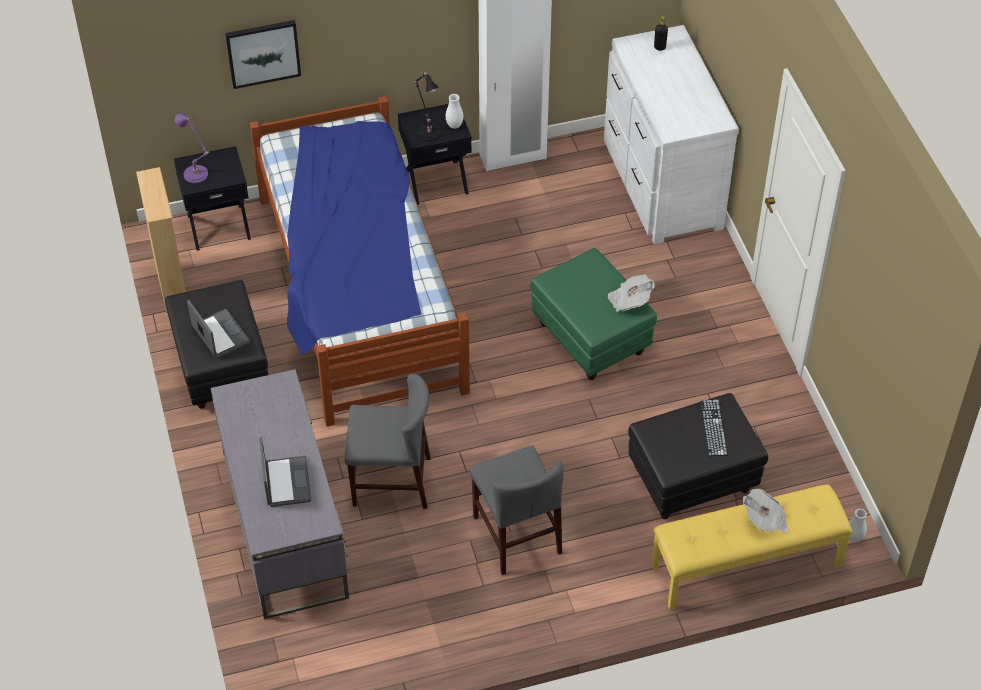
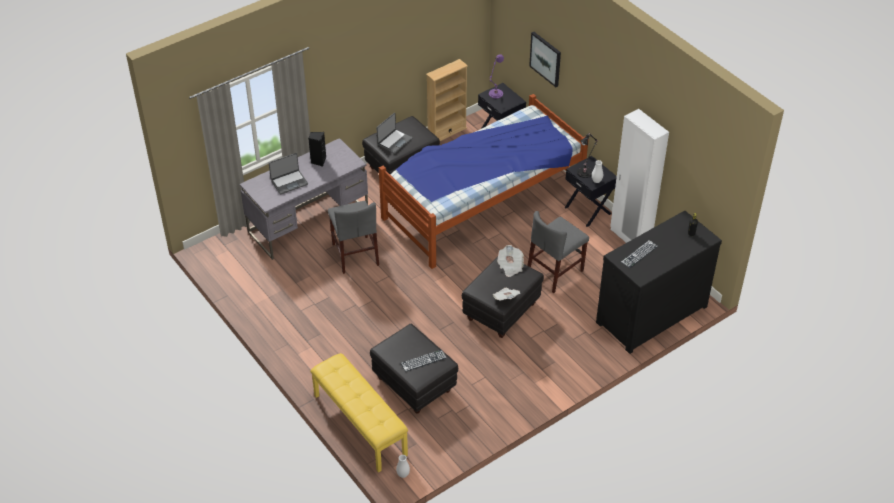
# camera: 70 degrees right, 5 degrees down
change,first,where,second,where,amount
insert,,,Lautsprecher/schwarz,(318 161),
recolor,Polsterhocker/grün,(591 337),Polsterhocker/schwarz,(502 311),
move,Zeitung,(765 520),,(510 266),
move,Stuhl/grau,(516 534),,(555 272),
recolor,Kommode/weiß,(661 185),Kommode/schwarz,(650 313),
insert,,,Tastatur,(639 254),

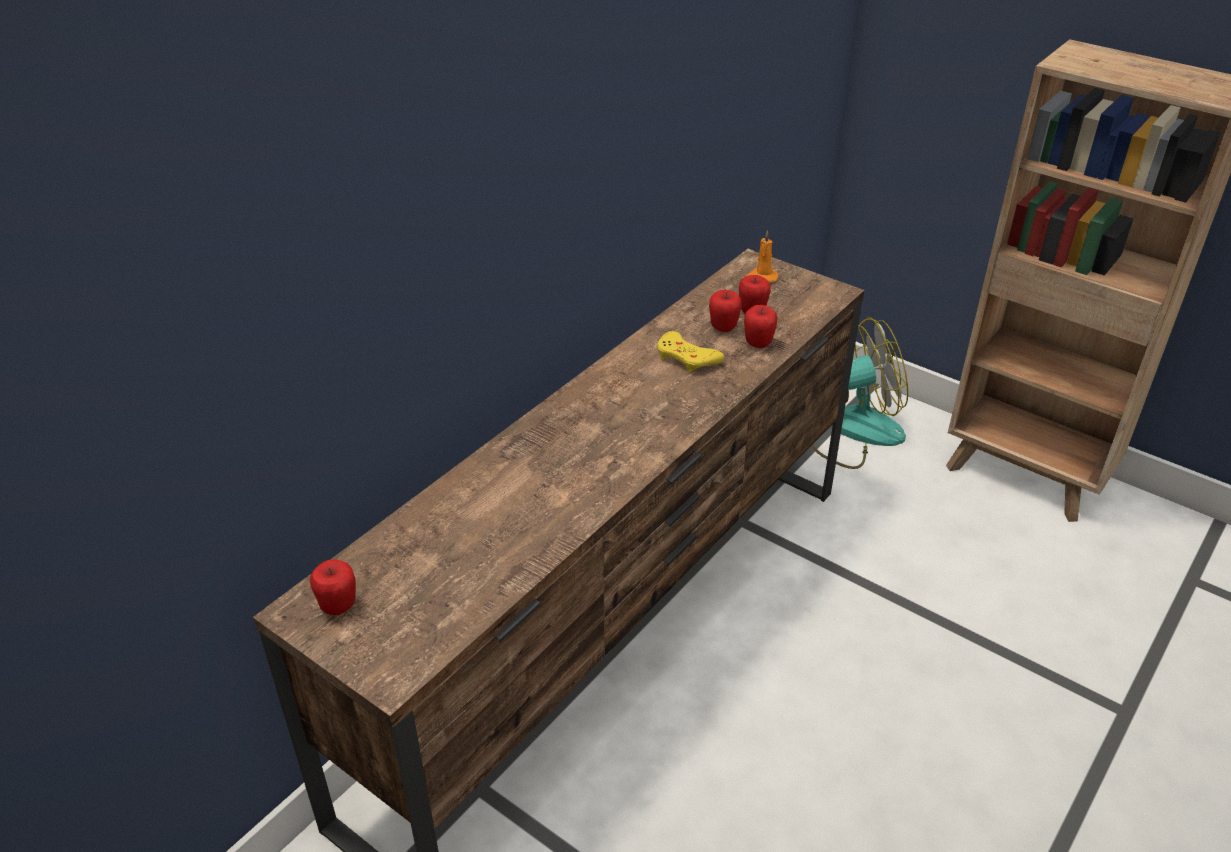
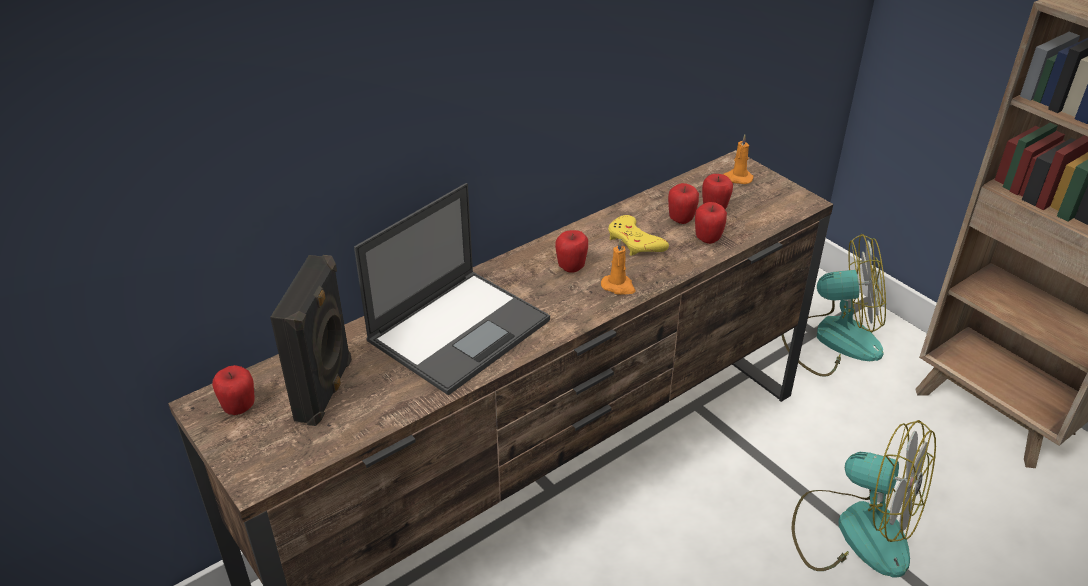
# camera: 15 degrees right, 0 degrees up
change,first,where,second,where,amount
insert,,,Lautsprecher/schwarz,(326 390),
insert,,,Laptop,(460 329),
insert,,,Apfel,(571 267),
insert,,,Kerze/orange,(618 286),
insert,,,Ventilator,(854 530),

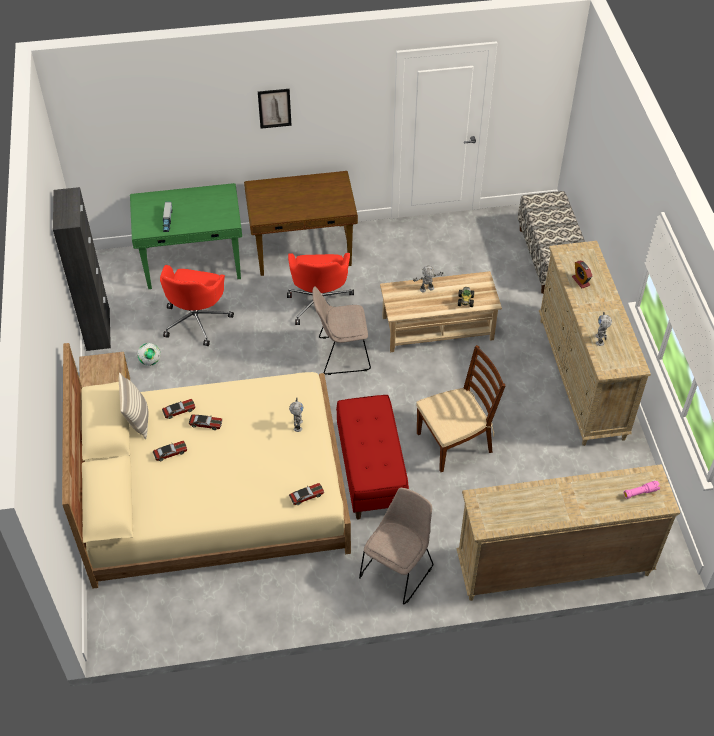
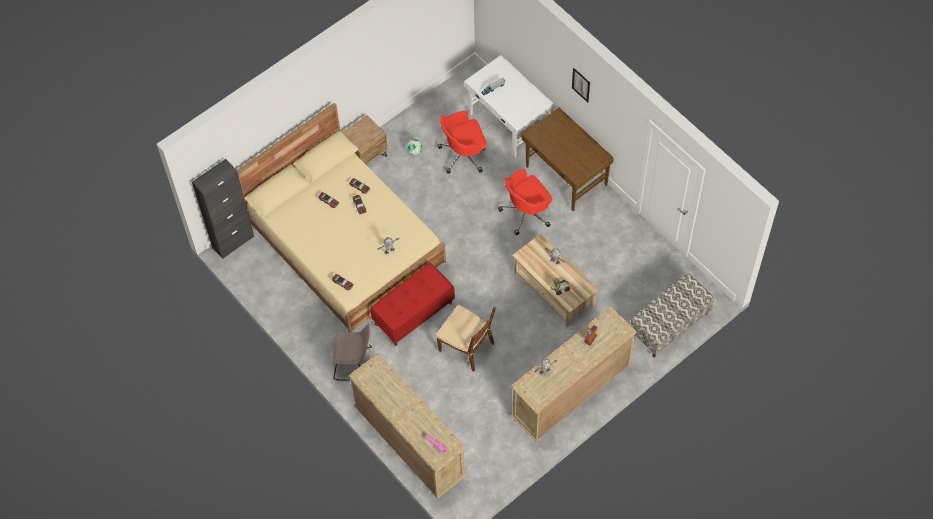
# camera: 60 degrees right, 10 degrees up
change,first,where,second,where,amount
move,Schrank/schwarz,(98 329),,(233 242),
recolor,Schreibtisch/grün,(193 263),Schreibtisch/weiß,(508 123),
delete,Kissen,(137 420),,,
delete,Stuhl/beige,(341 354),,,

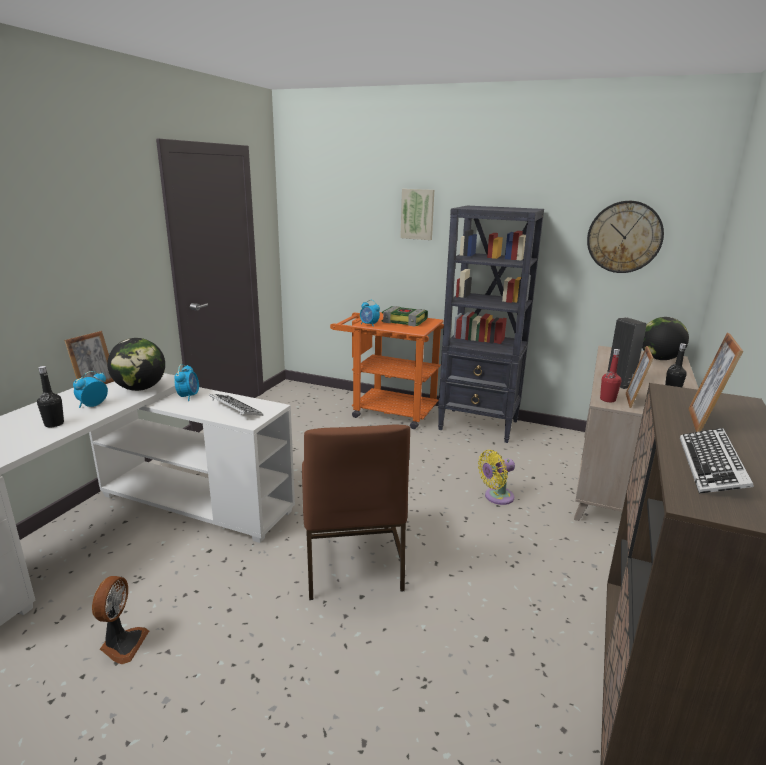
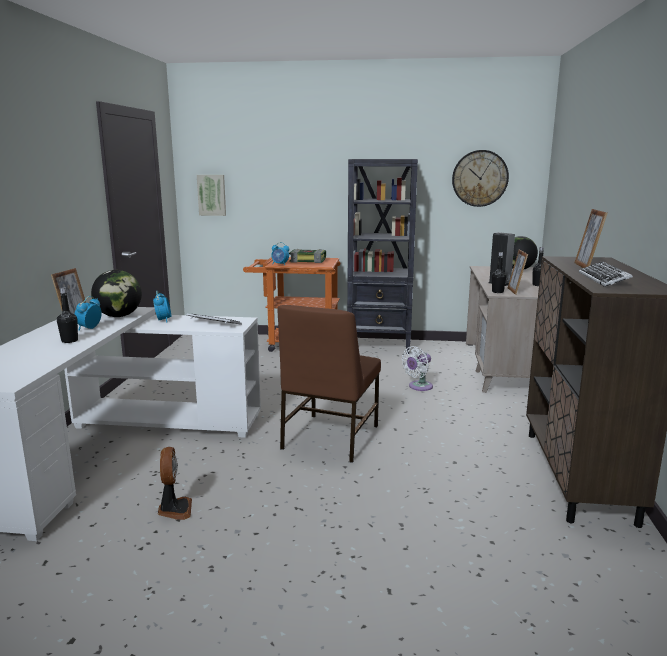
# camera: 15 degrees left, 5 degrees down
change,first,where,second,where,amount
move,Bild,(417 214),,(212 195),
rotate,Stuhl/braun,(351 562),,(329 438),45 degrees clockwise
recolor,Ventilator/gelb,(496 497),Ventilator/weiß,(418 387),
recolor,Flasche/rot,(607 399),Flasche/schwarz,(497 292),

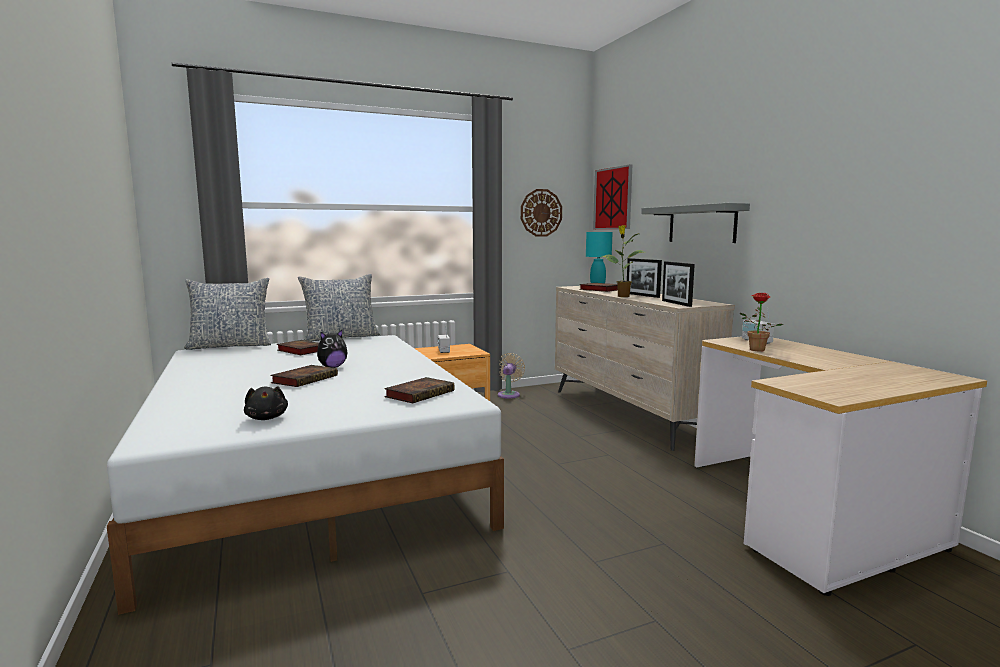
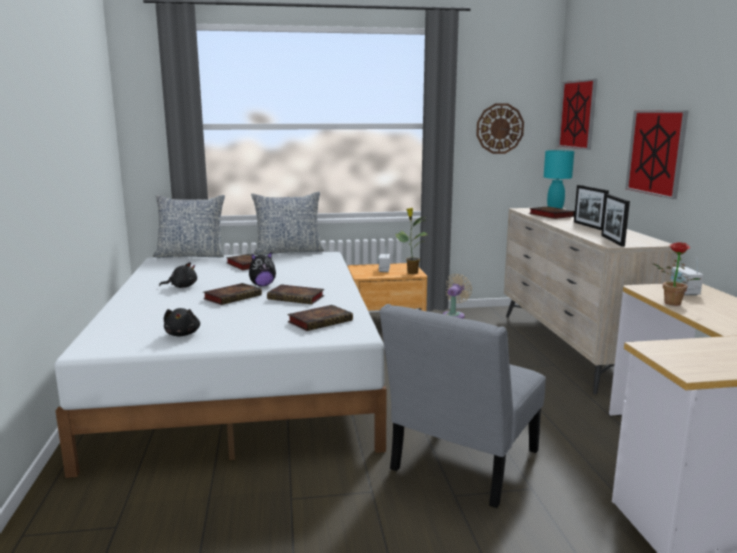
# camera: 15 degrees right, 5 degrees up
change,first,where,second,where,amount
insert,,,Plüschtier/schwarz,(182 287),
insert,,,Buch,(297 298),
insert,,,Stuhl/grau,(461 464),
move,Topfpflanze,(622 296),,(411 272),
replace,Wandregal/grau,(701 224),Bild,(656 152),

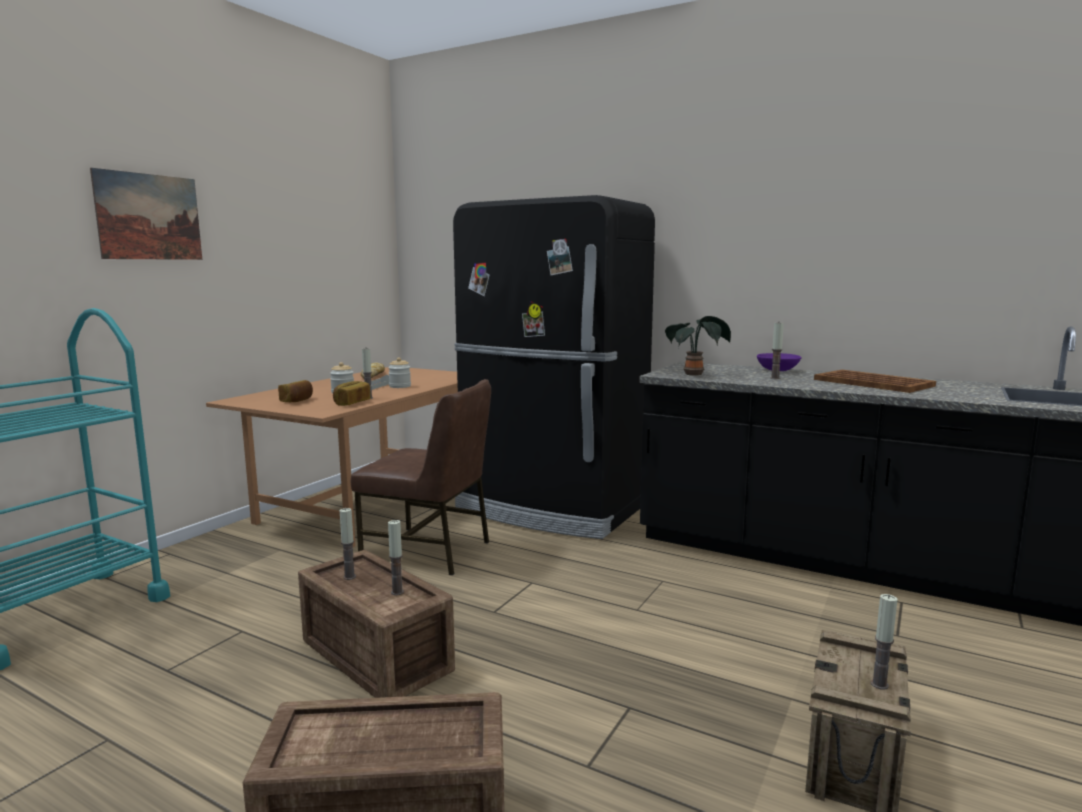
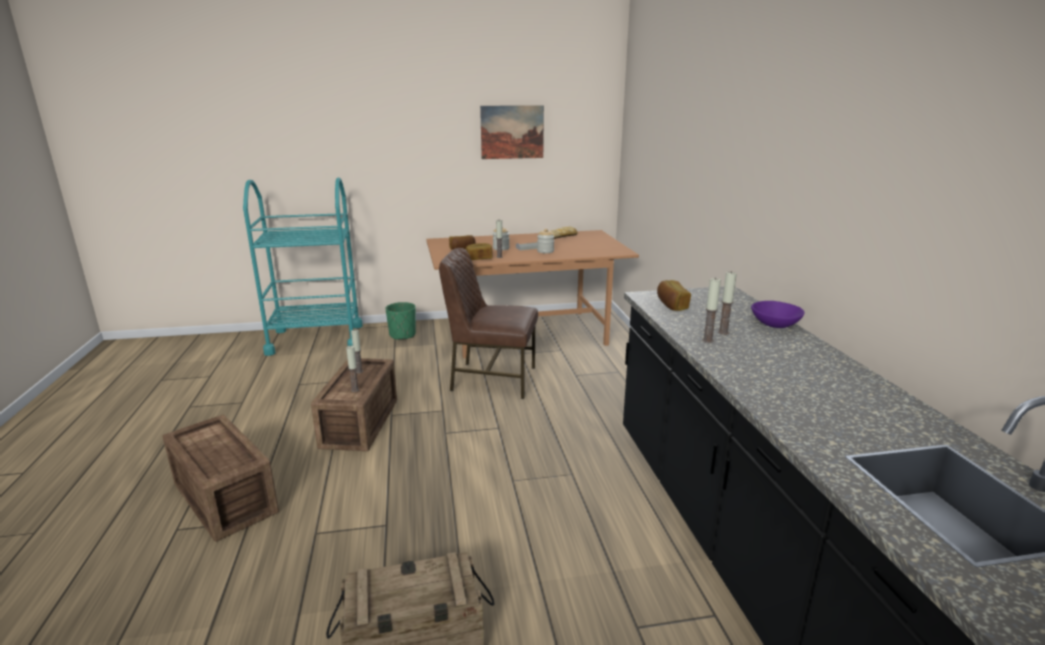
# camera: 50 degrees right, 10 degrees up
change,first,where,second,where,amount
insert,,,Pflanzkübel/grün,(402 335),
rotate,Stuhl/braun,(429 551),,(492 379),120 degrees clockwise
move,Bild,(149 217),,(512 132),
replace,Topfpflanze,(695 375),Brot,(671 305),
move,Kerze,(879 684),,(707 340),
delete,Kühlschrank/schwarz,(551 508),,,
delete,Tablett/braun,(872 382),,,

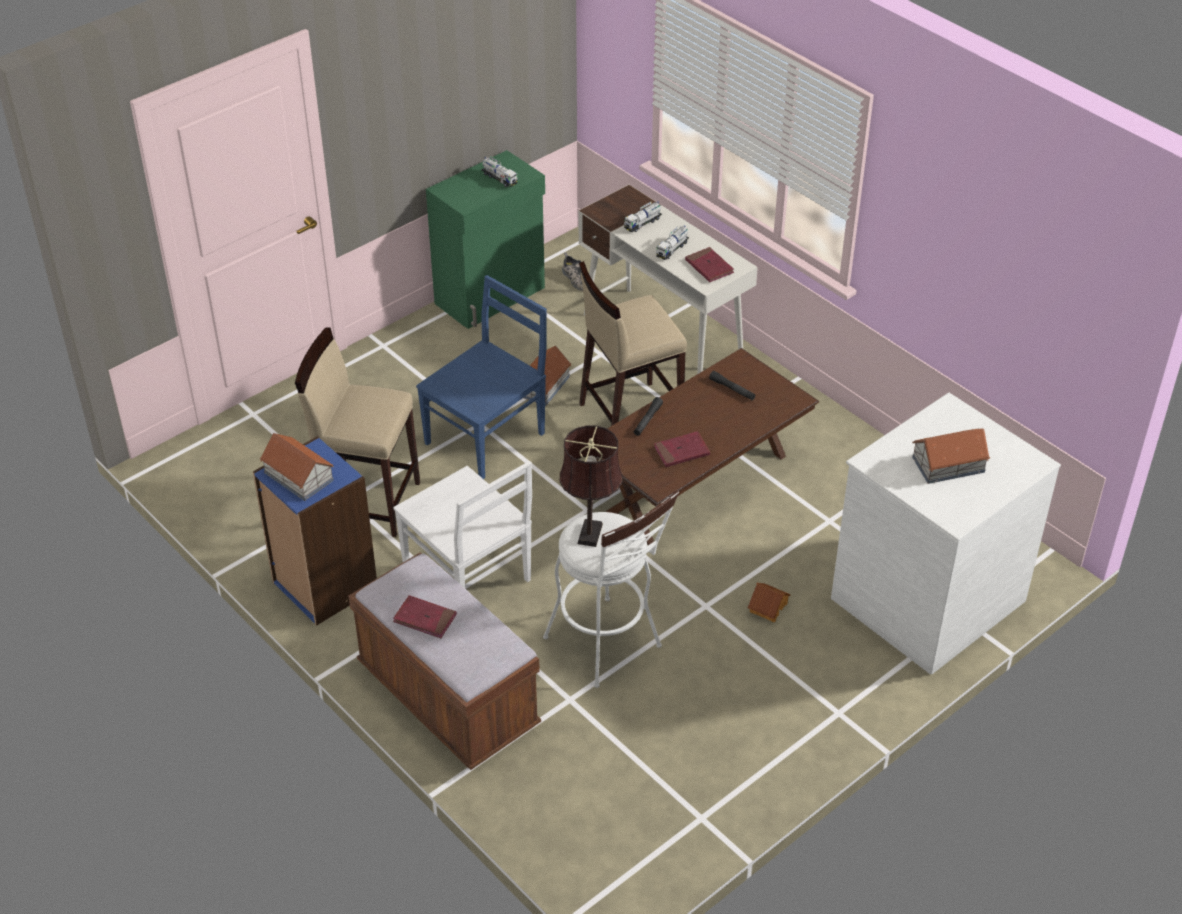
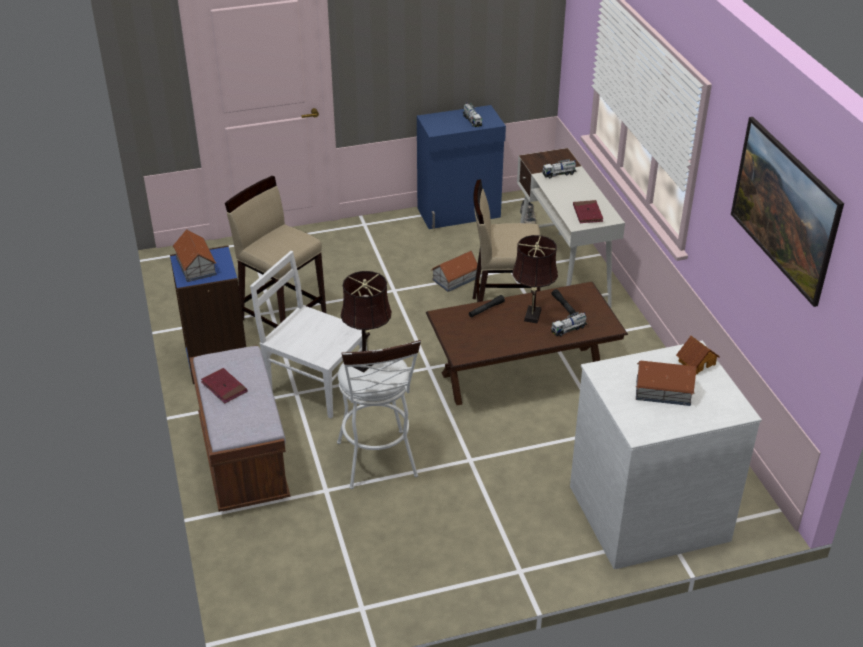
# camera: 25 degrees right, 5 degrees down
change,first,where,second,where,amount
rotate,Stuhl/weiß,(468 575),,(315 384),135 degrees clockwise
recolor,Schrank/grün,(491 296),Schrank/blau,(459 213),
insert,,,Tischlampe/braun,(532 317),
move,Spielzeuglaster,(672 249),,(568 329),
move,Spielzeughaus,(768 607),,(696 362),
insert,,,Bild,(779 233),
delete,Stuhl/blau,(487 437),,,
delete,Buch/rot,(681 451),,,

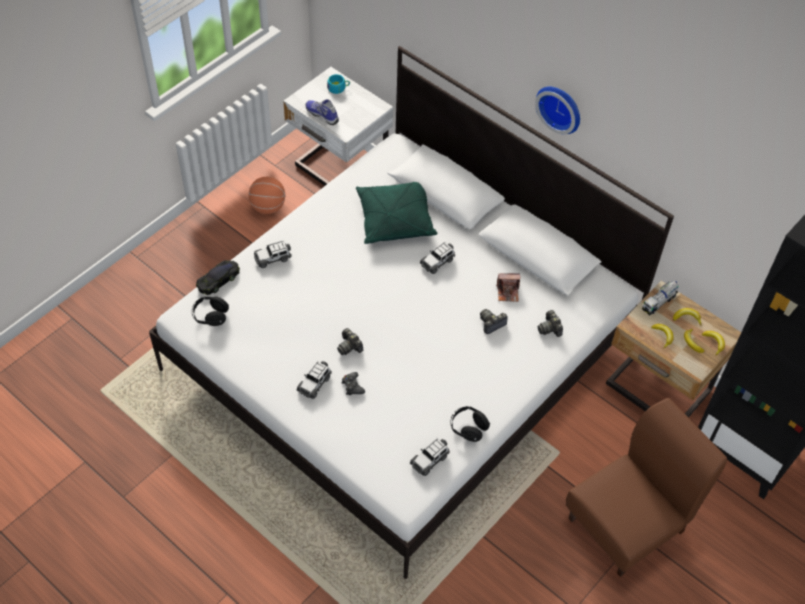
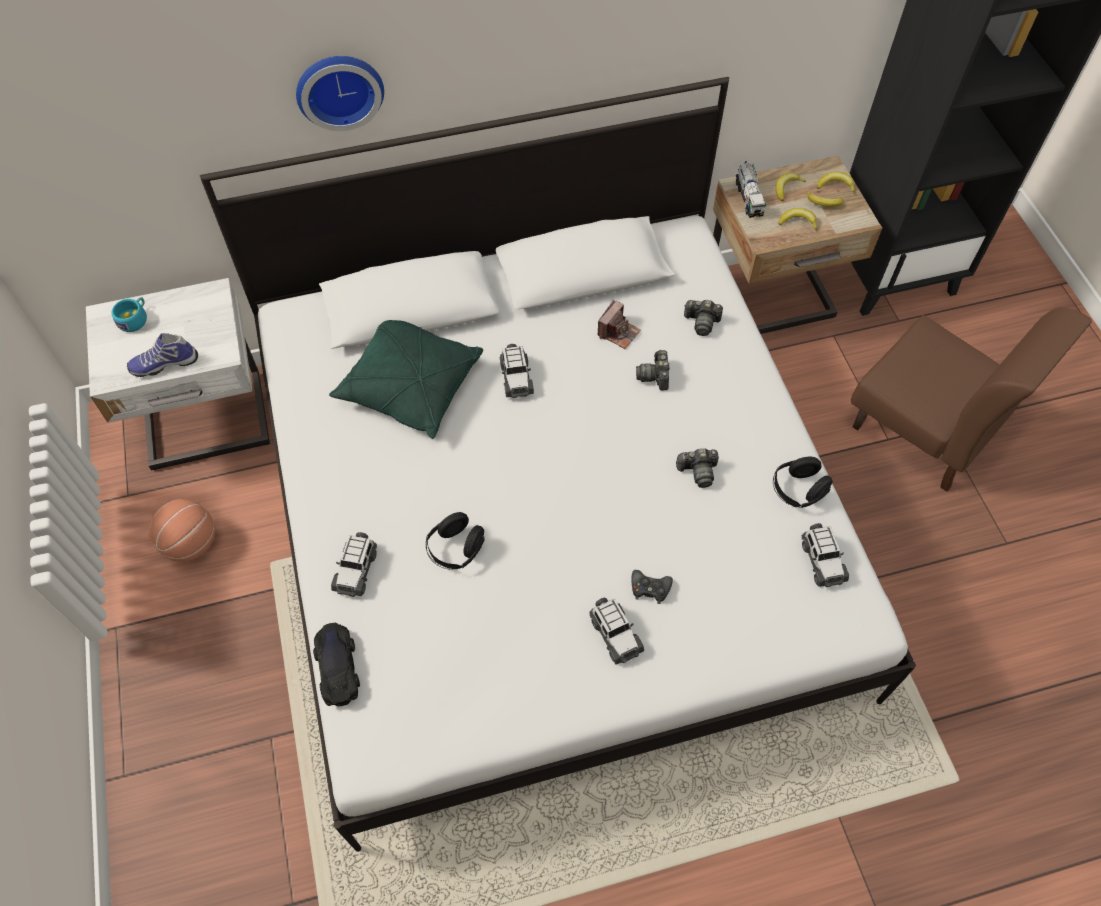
# camera: 55 degrees left, 5 degrees up
change,first,where,second,where,amount
move,Wanduhr,(560 107),,(339 88),
move,Kopfhörer/schwarz,(210 316),,(456 549),
move,Kamera,(349 346),,(698 471),
rotate,Stuhl/braun,(627 525),,(925 429),135 degrees clockwise

